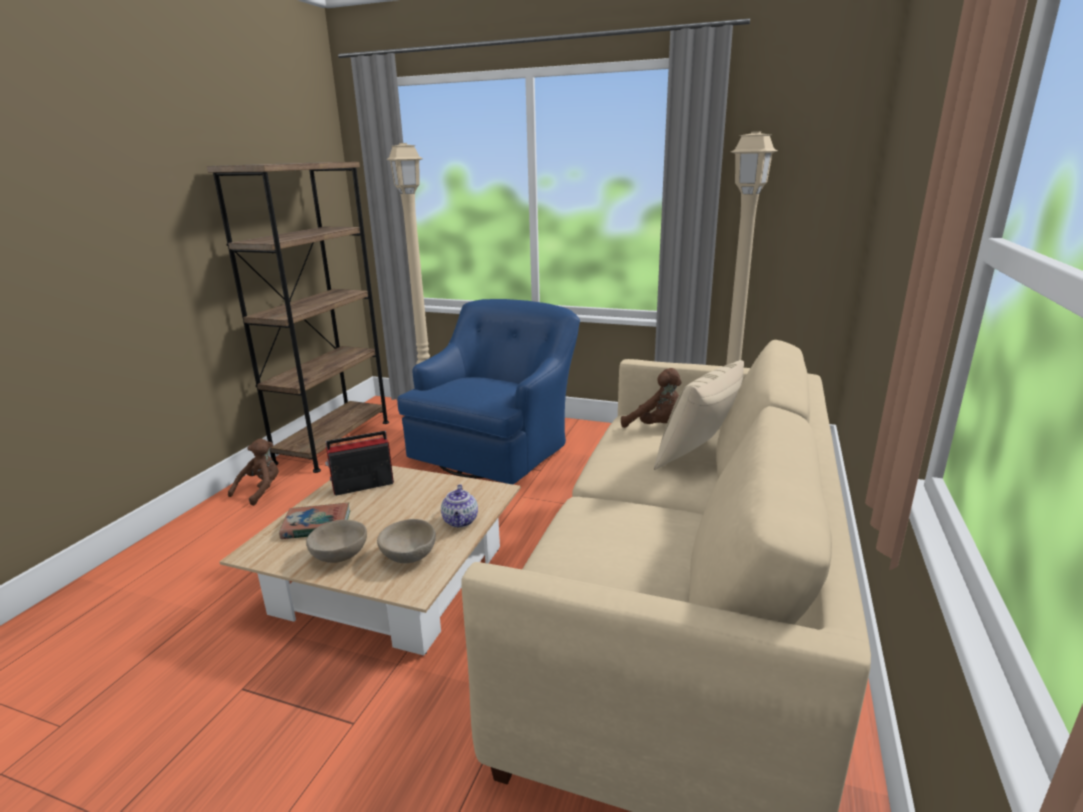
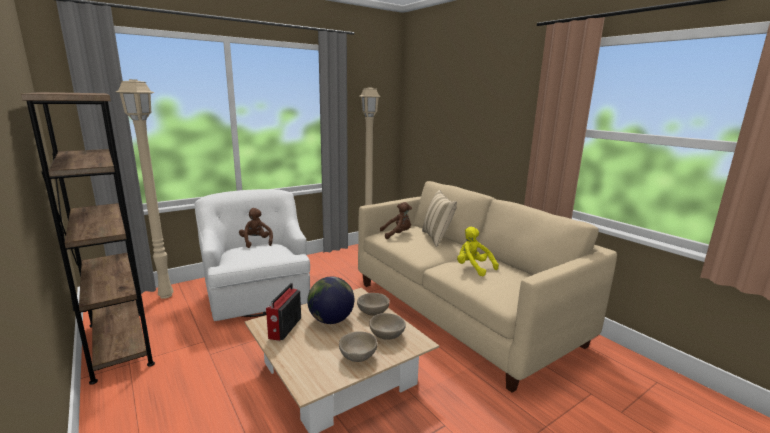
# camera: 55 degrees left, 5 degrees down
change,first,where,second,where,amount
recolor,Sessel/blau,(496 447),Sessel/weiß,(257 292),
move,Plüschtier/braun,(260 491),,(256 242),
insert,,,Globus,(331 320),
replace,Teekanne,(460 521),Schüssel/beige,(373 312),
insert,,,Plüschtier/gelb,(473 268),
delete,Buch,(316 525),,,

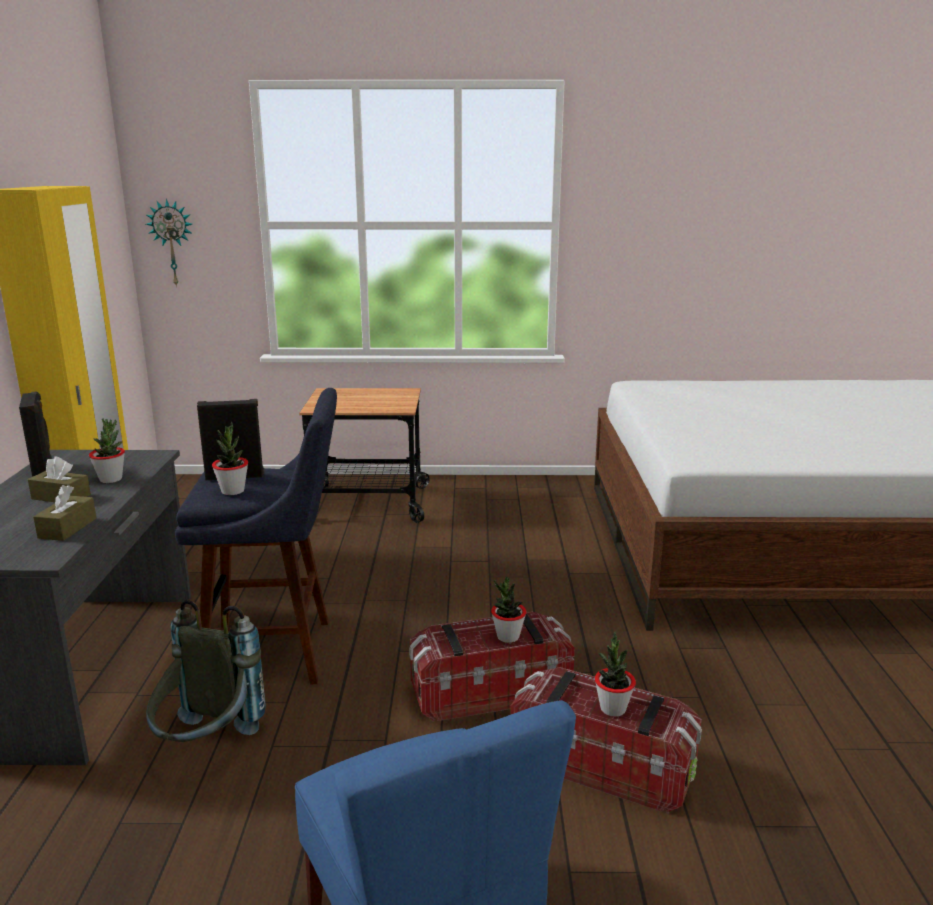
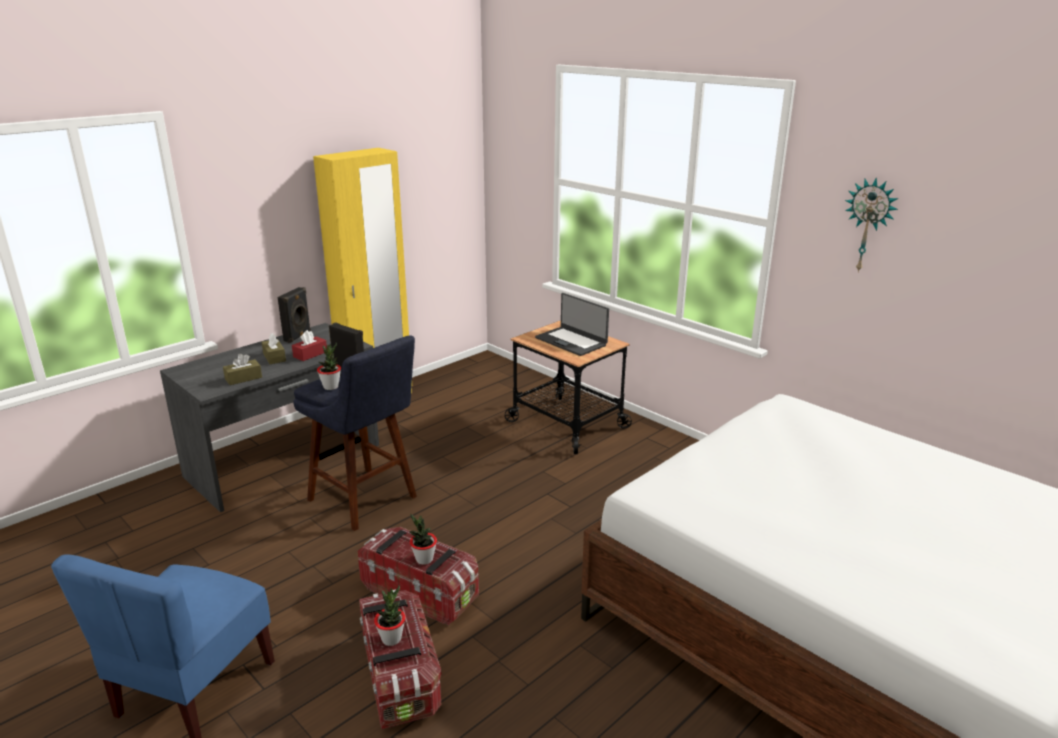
# camera: 45 degrees right, 5 degrees up
change,first,where,second,where,amount
replace,Topfpflanze,(111 479),Taschentuchbox/rot,(310 354),
insert,,,Laptop,(571 341),
move,Wanduhr,(172 243),,(868 225),
delete,Rucksack/grau,(207 746),,,

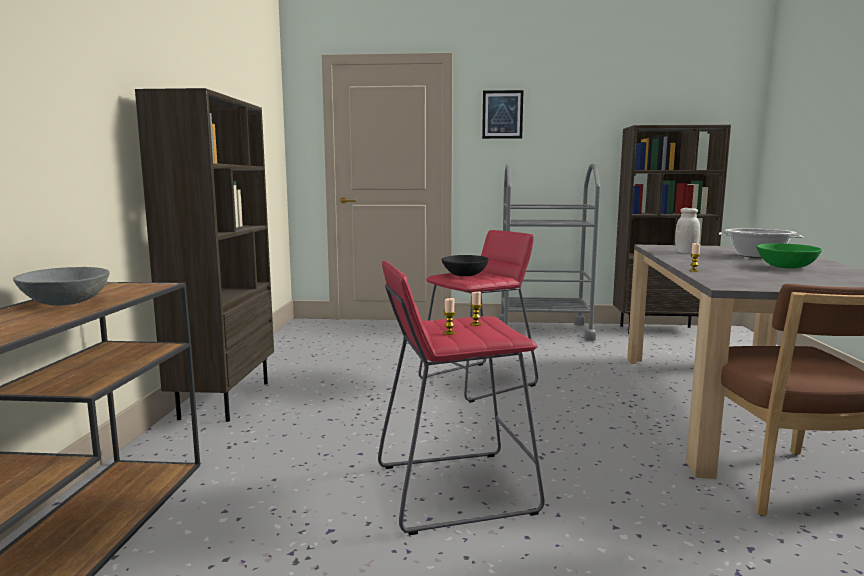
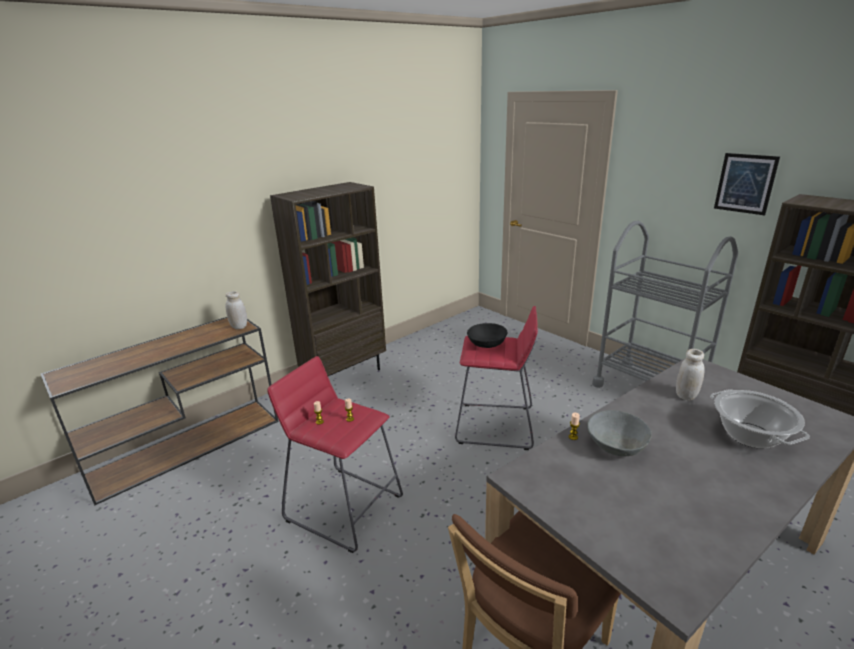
# camera: 45 degrees right, 15 degrees up
change,first,where,second,where,amount
insert,,,Vorratsglas/weiß,(239 327),
move,Schüssel/grau,(65 303),,(615 446),
move,Bild,(502 114),,(745 183),
delete,Schüssel/grün,(785 267),,,

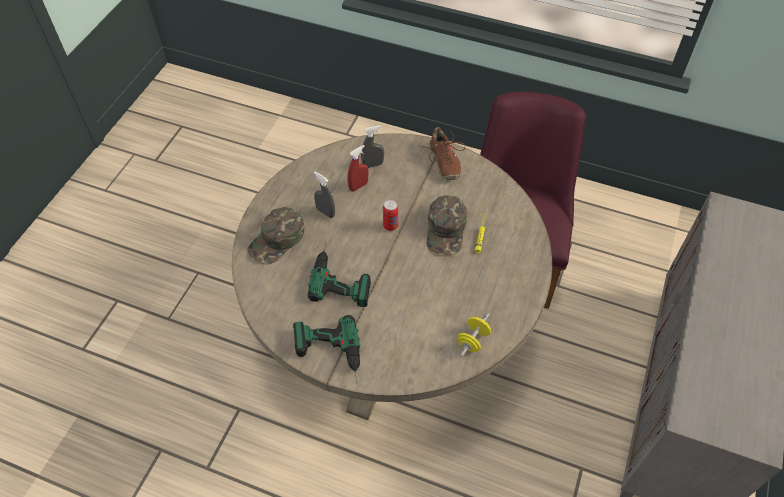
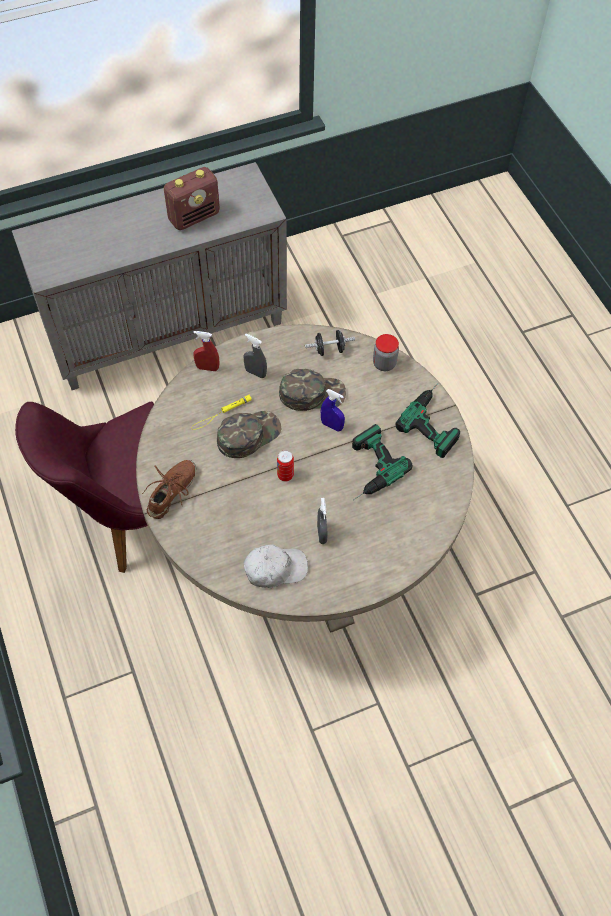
# camera: 135 degrees left, 5 degrees up
change,first,where,second,where,amount
insert,,,Radio,(194 216),
move,Sprühflasche/rot,(358 186),,(207 368),
insert,,,Kappe/weiß,(275 569),
move,Sprühflasche/grau,(373 165),,(255 373),
move,Kappe/grün,(277 240),,(312 393),
recolor,Hantel/gelb,(473 340),Hantel/schwarz,(329 350),
insert,,,Sprühflasche/blau,(331 425),
insert,,,Vorratsglas,(384 363),

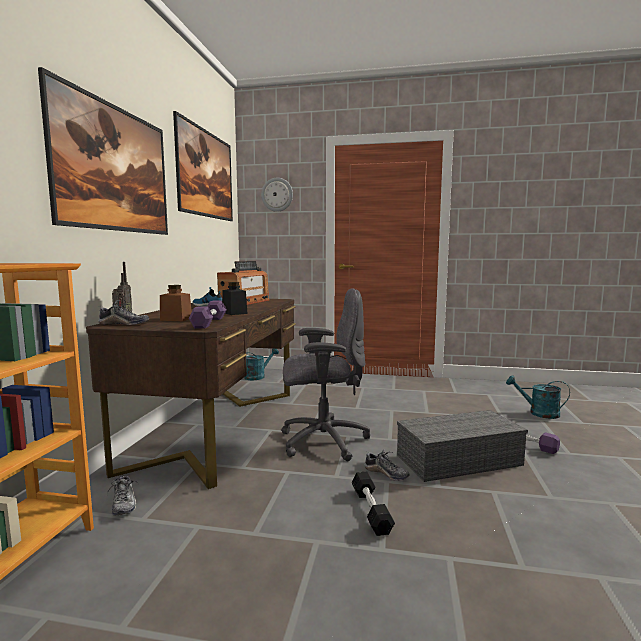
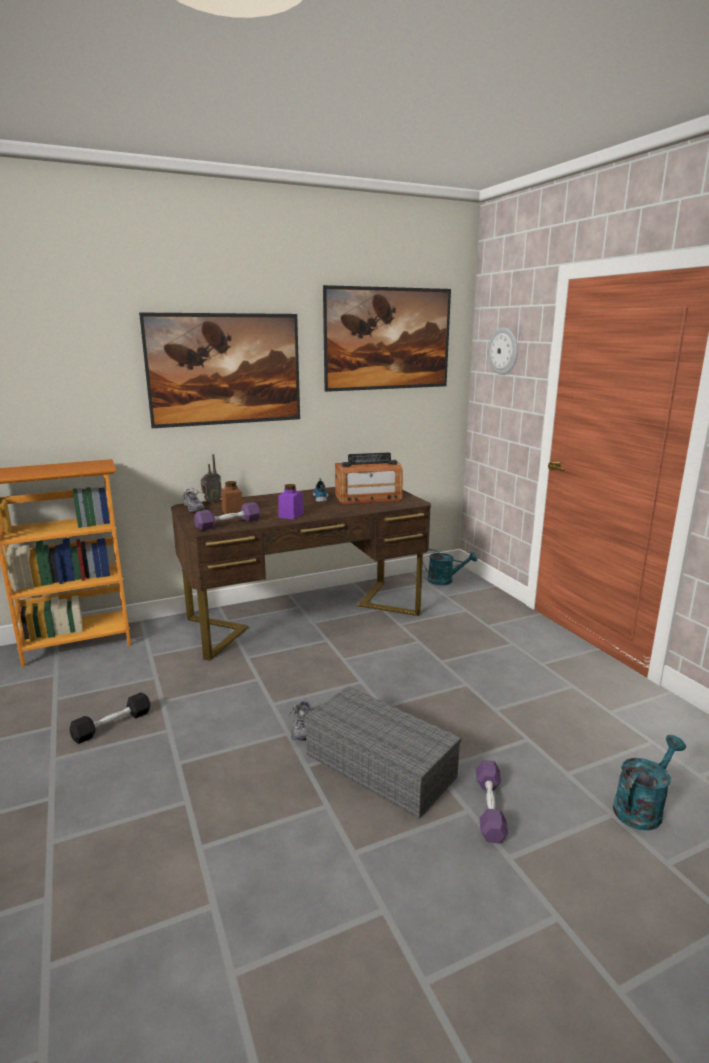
# camera: 55 degrees right, 10 degrees up
change,first,where,second,where,amount
move,Hantel/schwarz,(371 510),,(112 725),
recolor,Vorratsglas/schwarz,(234 313),Vorratsglas/lila,(291 515),
rotate,Gießkanne/türkis,(538 413),,(642 807),60 degrees clockwise
delete,Schuh,(124 504),,,
delete,Bürostuhl/grau,(322 441),,,

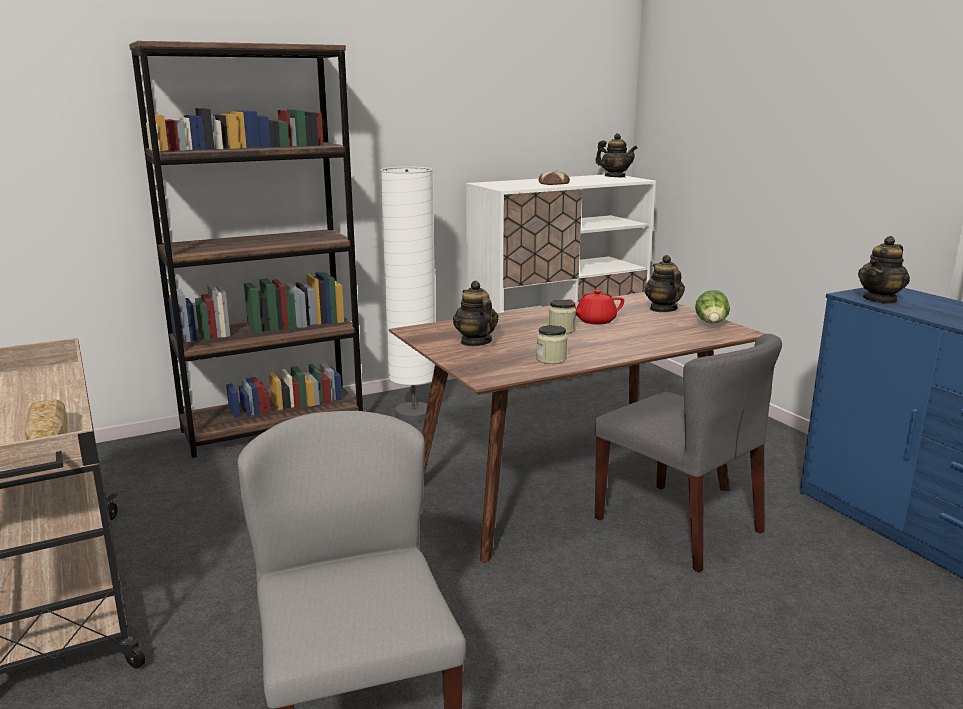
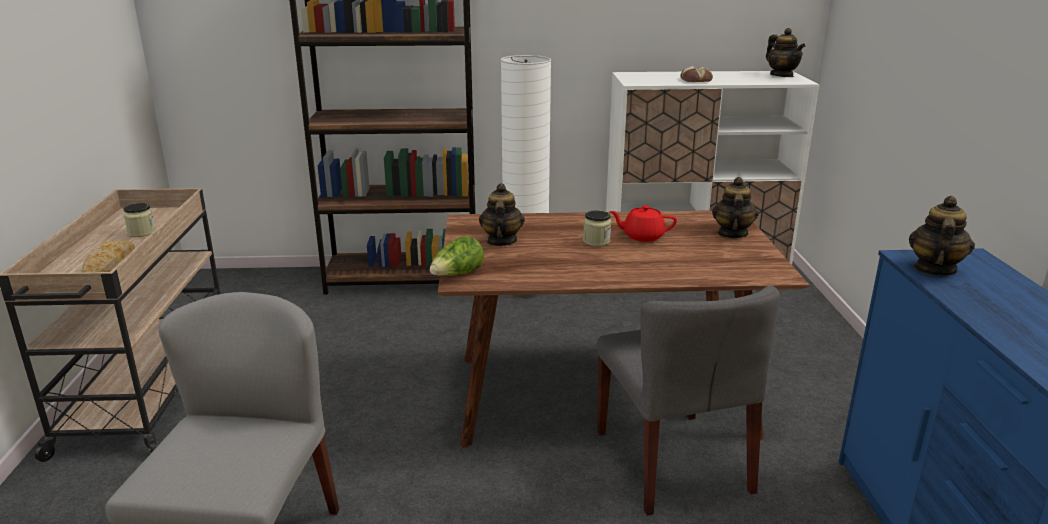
# camera: 25 degrees right, 5 degrees up
change,first,where,second,where,amount
move,Vorratsglas,(551 359),,(142 232),
move,Salatkopf,(712 324),,(457 275),
rotate,Teekanne,(880 299),,(934 269),135 degrees clockwise

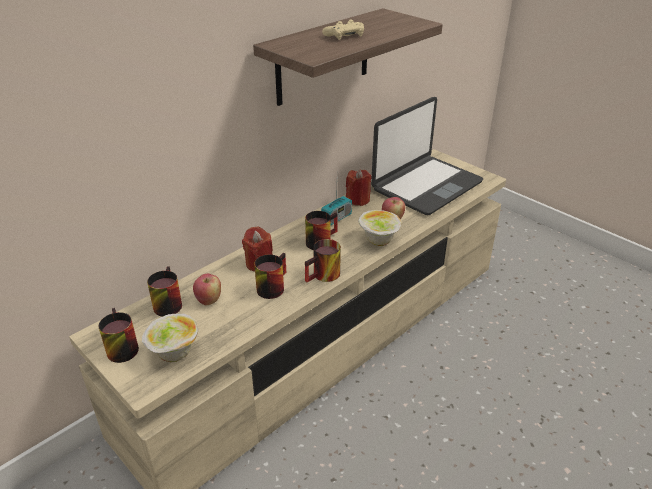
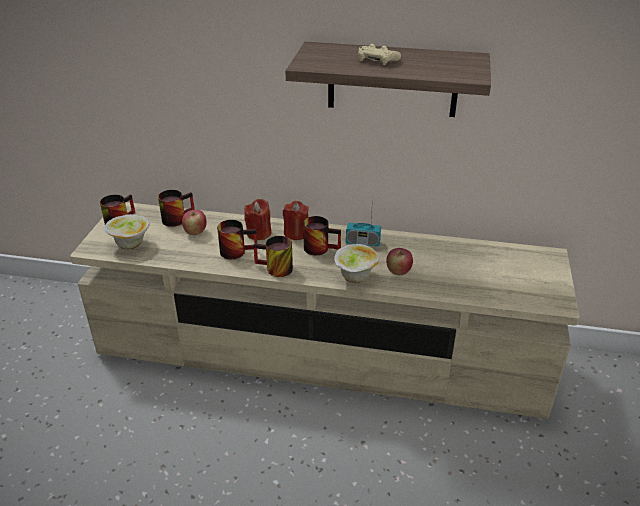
# camera: 55 degrees right, 0 degrees up
change,first,where,second,where,amount
move,Kerze/rot,(358 200),,(296 233),
delete,Laptop,(426 185),,,

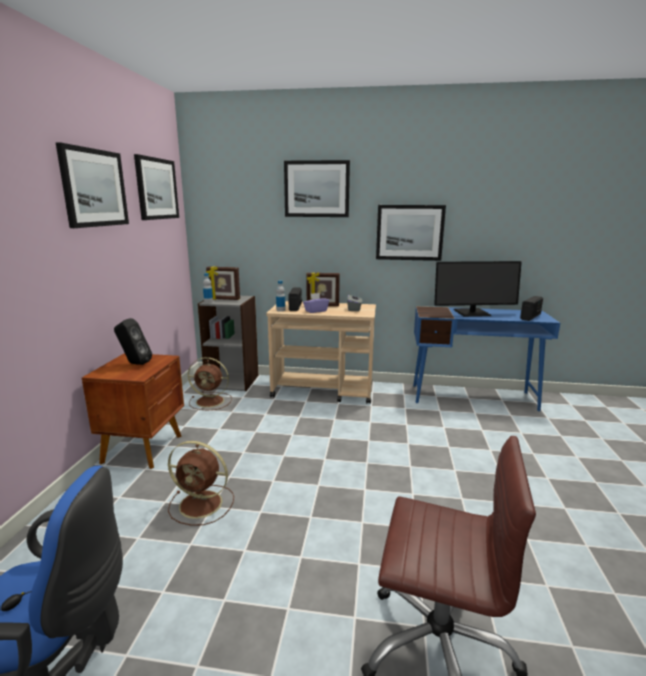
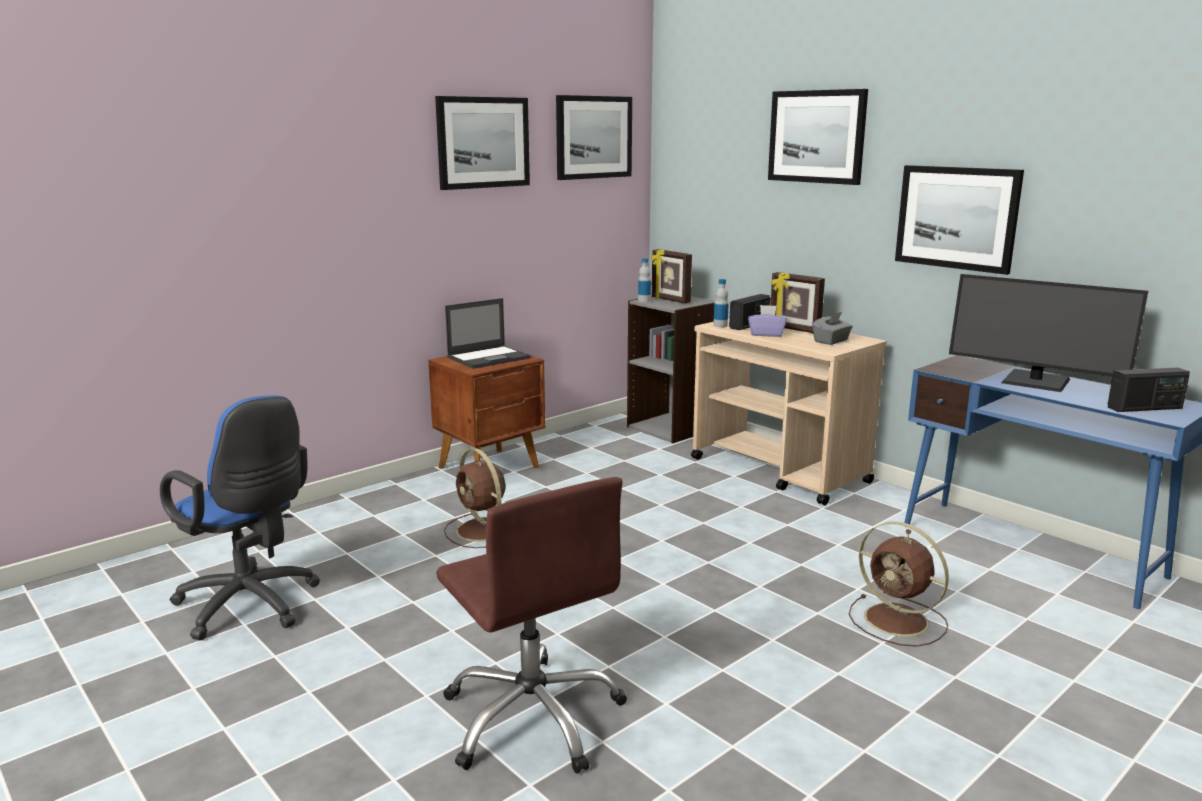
# camera: 40 degrees right, 0 degrees up
change,first,where,second,where,amount
replace,Lautsprecher/schwarz,(134 363),Laptop,(489 357),
move,Ventilator/braun,(211 401),,(899 621),

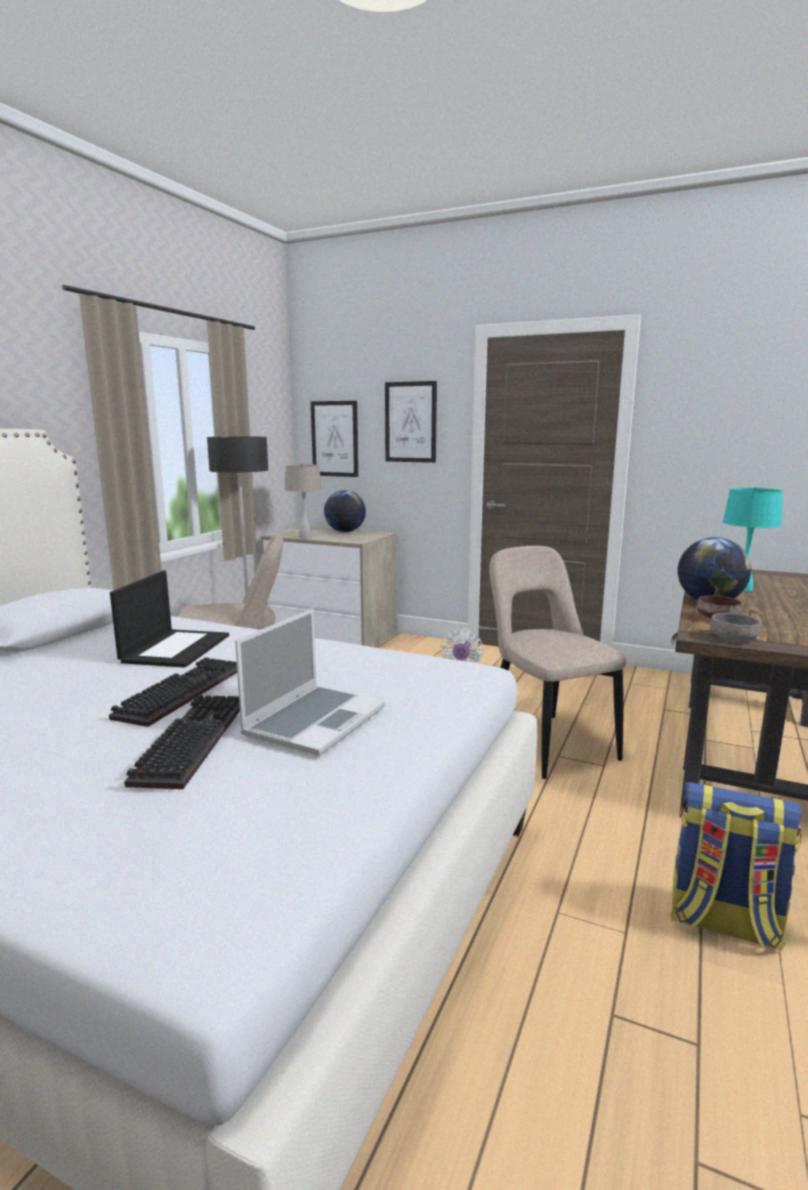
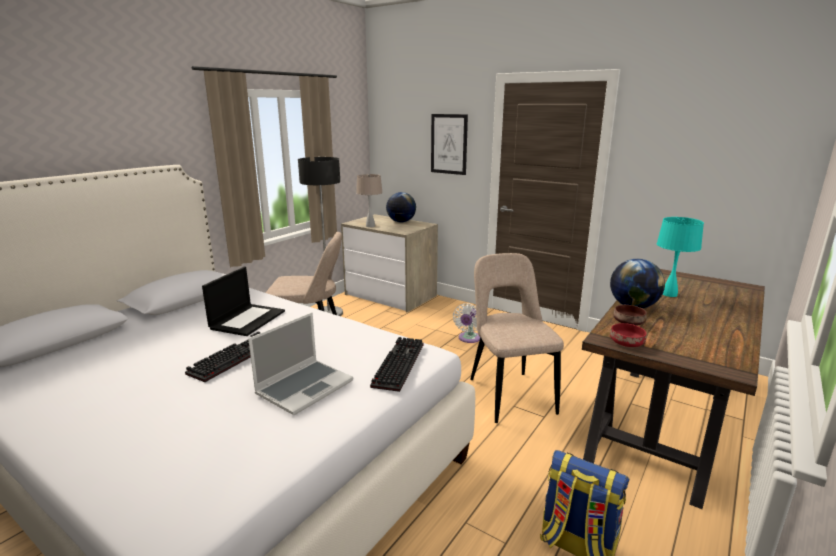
# camera: 10 degrees right, 5 degrees up
change,first,where,second,where,amount
move,Tastatur,(189 740),,(397 364),
recolor,Schüssel/grau,(734 638),Schüssel/rot,(627 343),
delete,Bild,(334 439),,,

